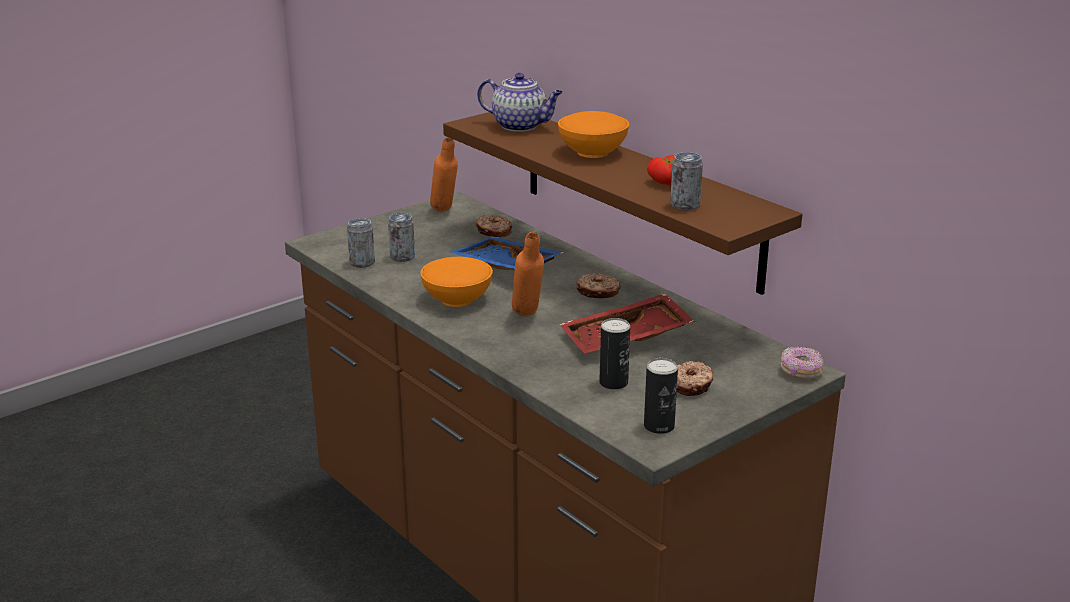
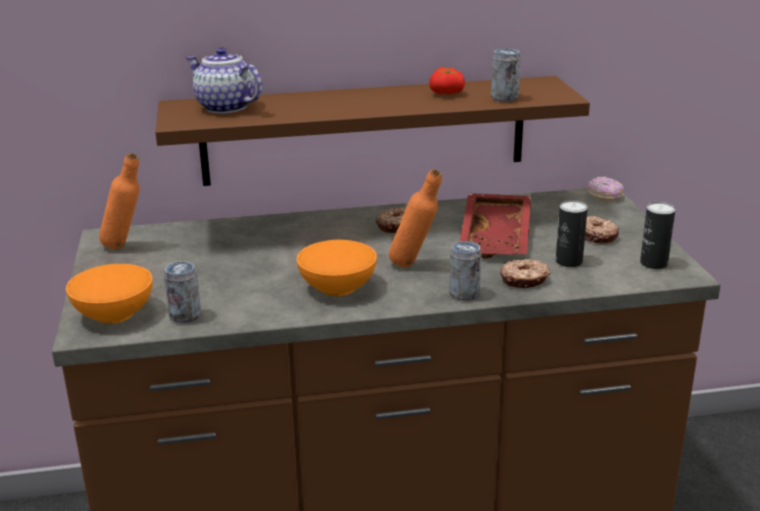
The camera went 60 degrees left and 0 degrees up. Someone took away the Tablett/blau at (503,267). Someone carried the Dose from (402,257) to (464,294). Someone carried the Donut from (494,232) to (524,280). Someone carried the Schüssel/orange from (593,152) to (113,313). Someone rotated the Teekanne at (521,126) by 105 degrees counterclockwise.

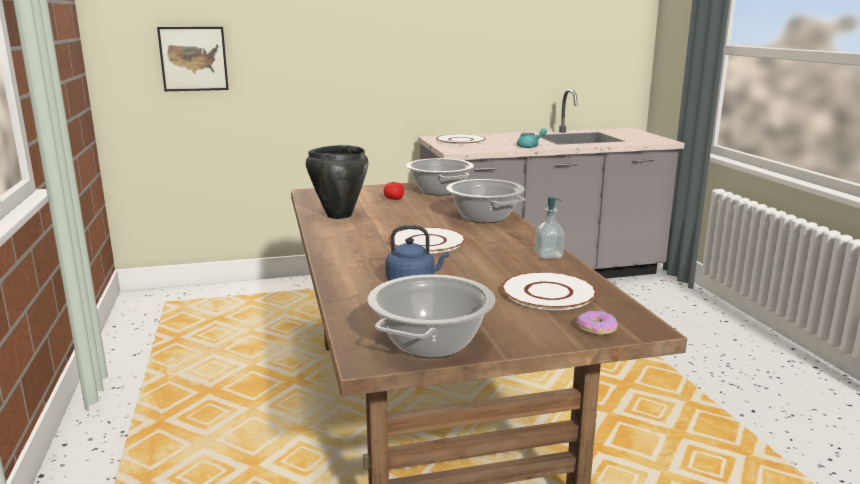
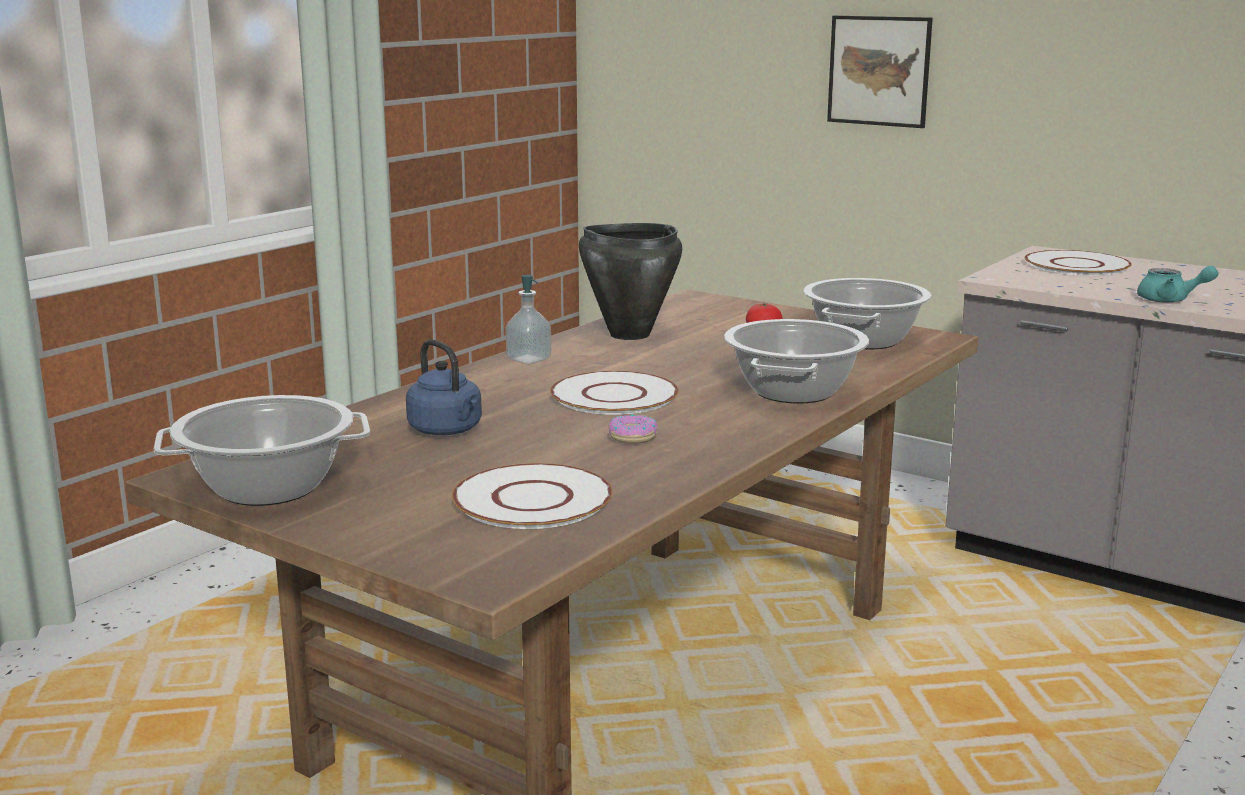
The camera went 50 degrees right and 0 degrees up. Someone carried the Bild from (193,59) to (879,71). Someone carried the Seifenspender from (548,255) to (528,359). Someone carried the Donut from (596,328) to (632,437).

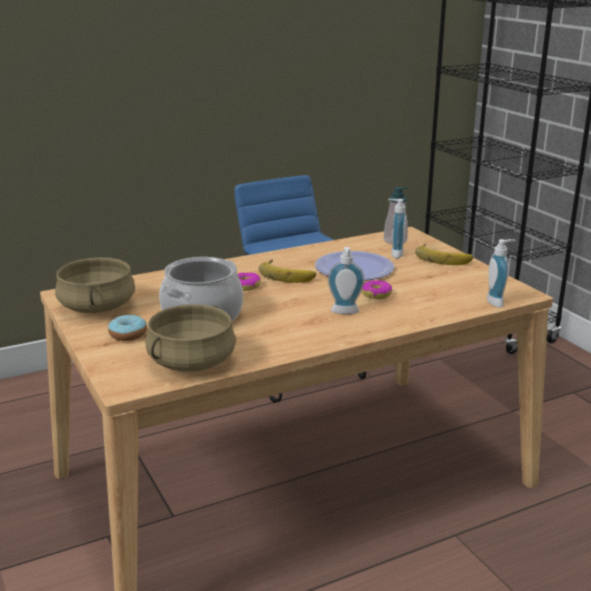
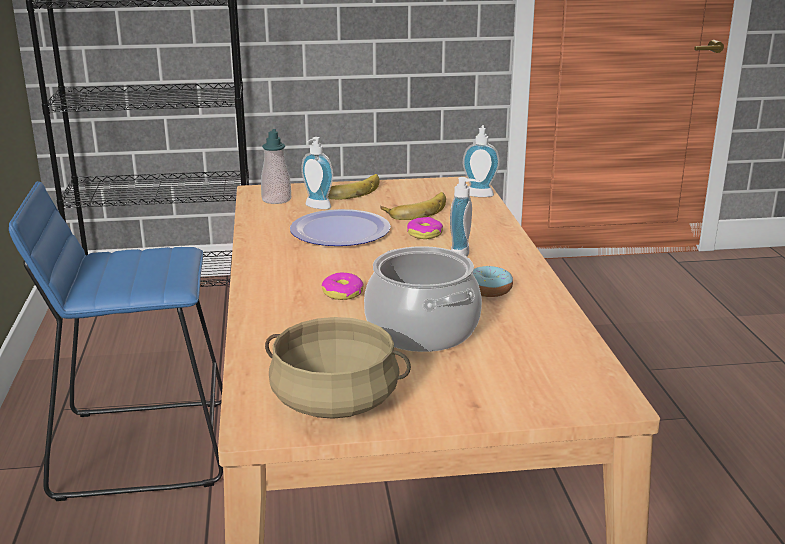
The camera went 70 degrees left and 0 degrees up. Someone took away the Kochtopf/beige at (191,362). Someone carried the Donut from (128,334) to (488,290). Someone carried the Banane from (288,274) to (415,210).

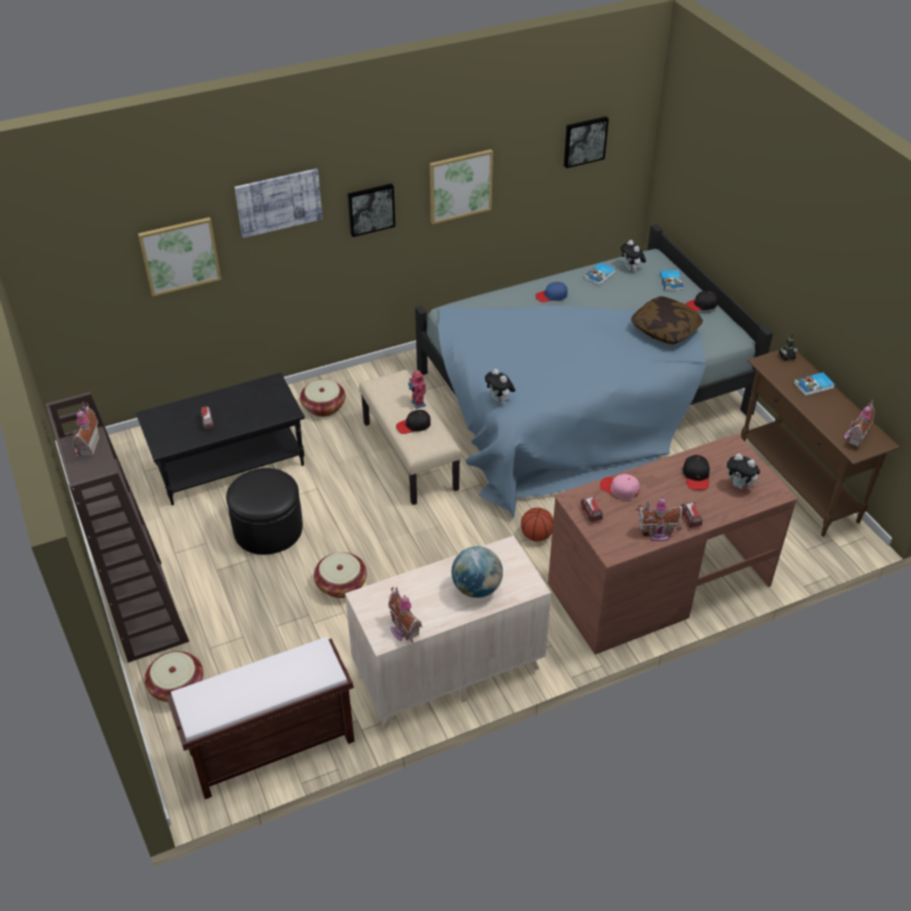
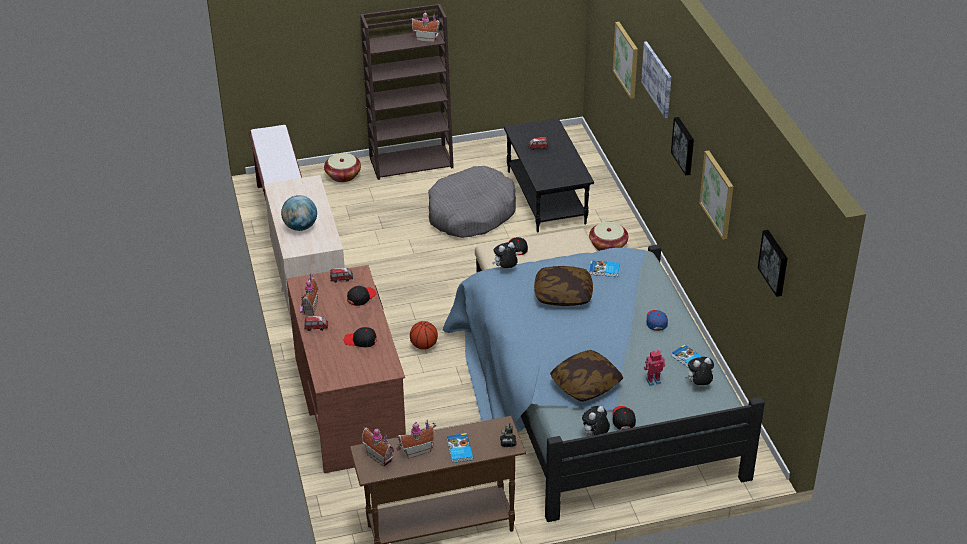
The camera went 100 degrees right and 5 degrees down. Someone took away the Korb at (341,584). Someone put down the Kissen at (563,295). Someone carried the Spielzeughaus from (403,630) to (416,450). Someone carried the Spielzeugroboter from (417,404) to (653,380). Someone carried the Buch from (672,282) to (604,270). Someone carried the Plüschtier from (740,485) to (595,435). Someone swapped the Polsterhocker/schwarz at (268,529) for the Hundebett/grau at (471,213). Someone repainted the Kappe/rosa at (619,489), which became the Kappe/schwarz at (361,297).

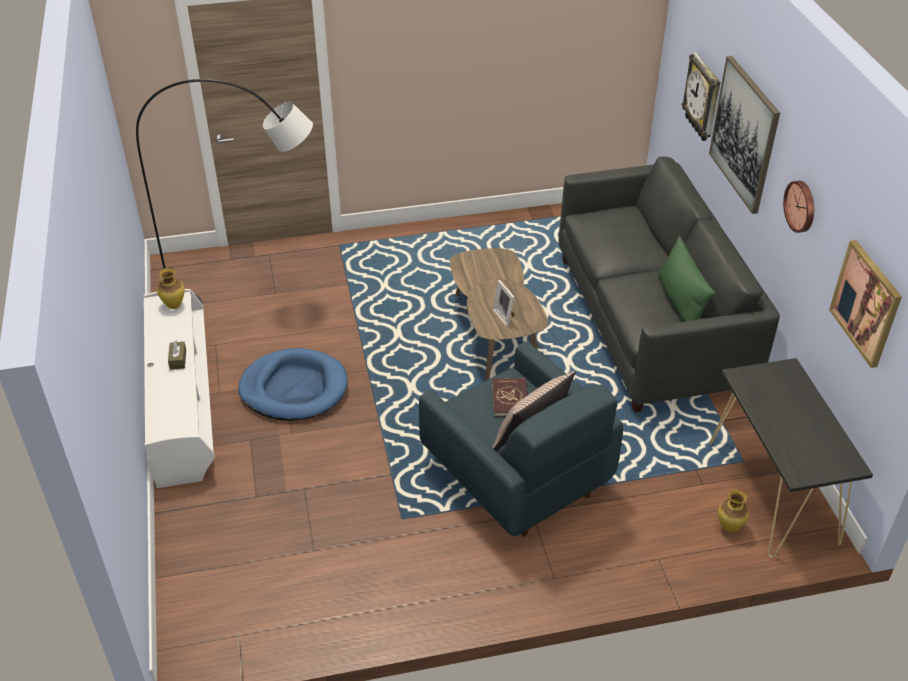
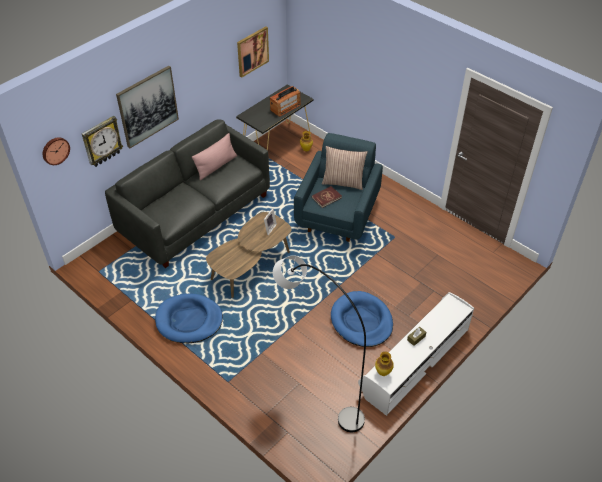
The camera went 125 degrees left and 5 degrees up. Someone put down the Hundebett/blau at (189,320). Someone put down the Radio at (285,107). Someone carried the Wanduhr from (801,206) to (55,150). Someone repainted the Kissen/grün at (680,302), which became the Kissen/rosa at (216,166).

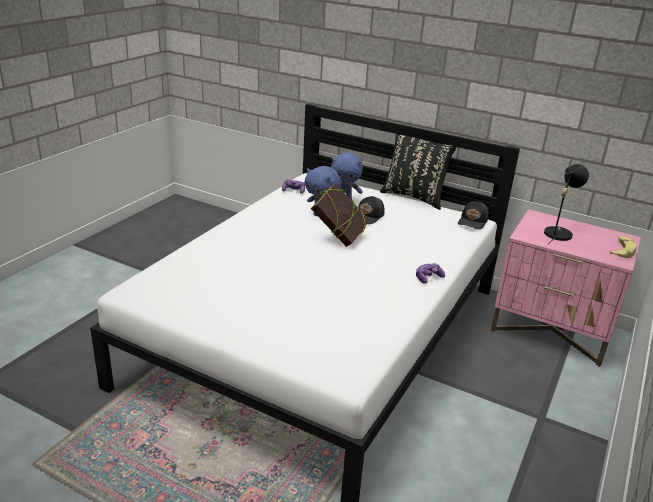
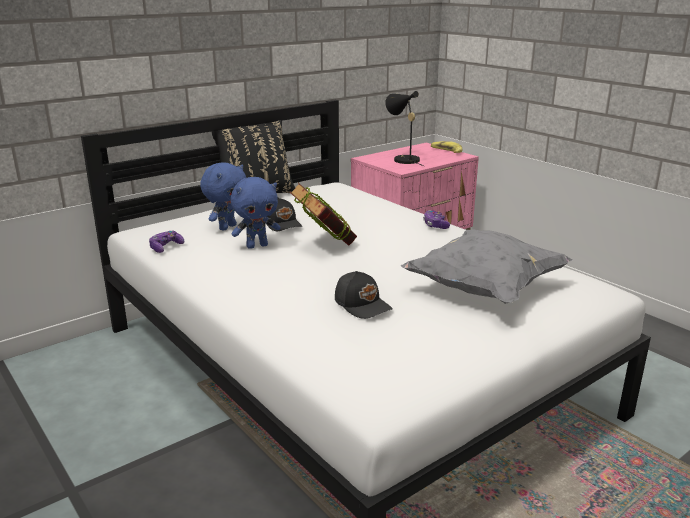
The camera went 65 degrees left and 5 degrees down. Someone put down the Kissen/grau at (484,289). Someone carried the Kappe/schwarz from (473,222) to (363,304).

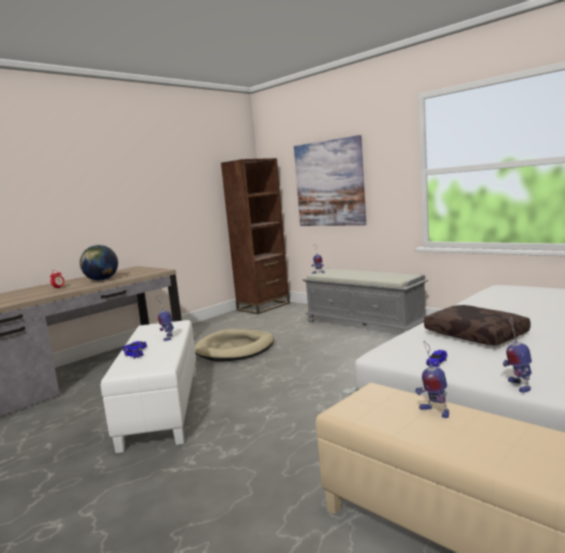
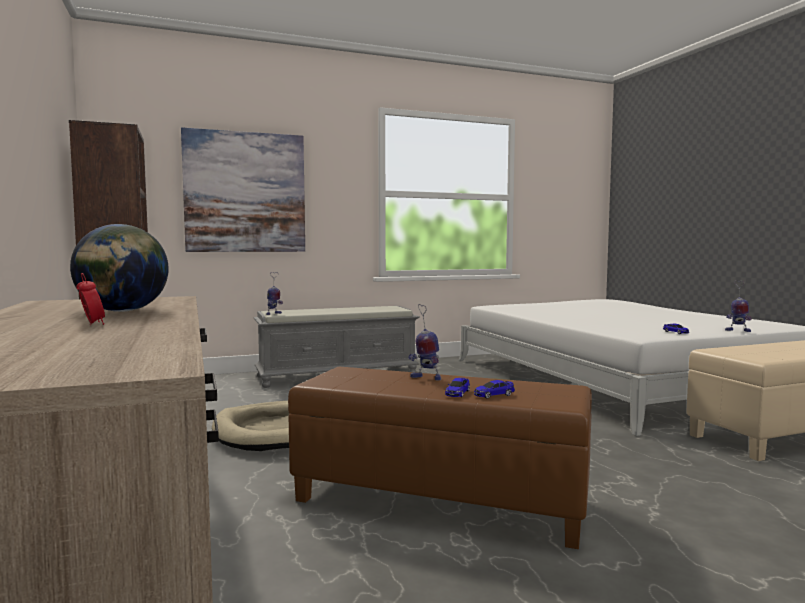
The camera went 65 degrees left and 5 degrees down. Someone took away the Spielzeugroboter at (434,411). Someone took away the Kissen/braun at (476,334). Someone repainted the Polsterhocker/weiß at (161,407), which became the Polsterhocker/braun at (438,501).

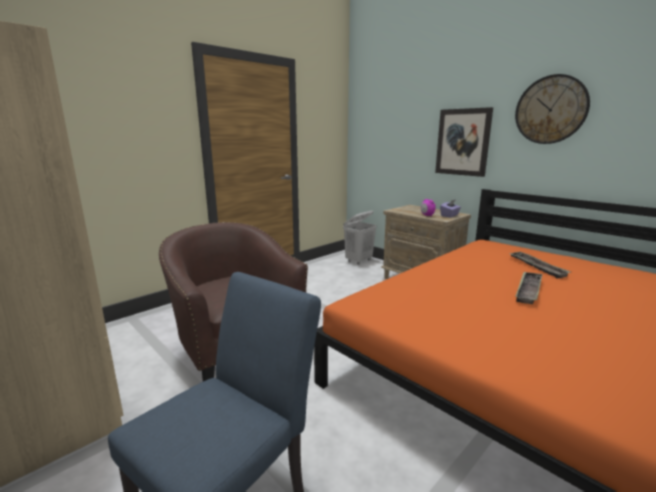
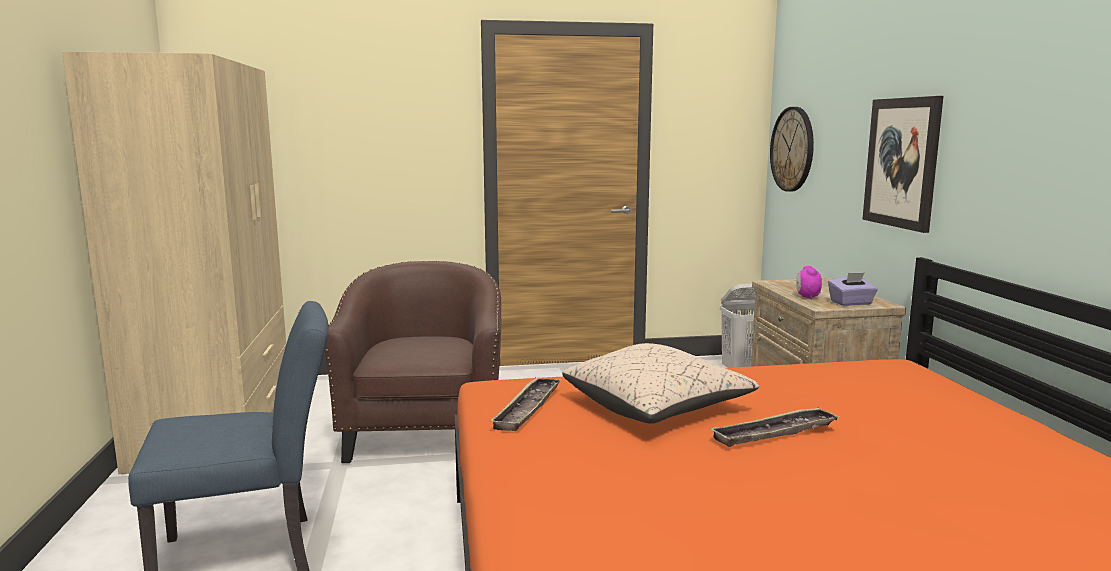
The camera went 35 degrees right and 5 degrees down. Someone put down the Kissen/beige at (657,407). Someone carried the Tablett from (537,267) to (527,409). Someone carried the Wanduhr from (550,110) to (792,149).

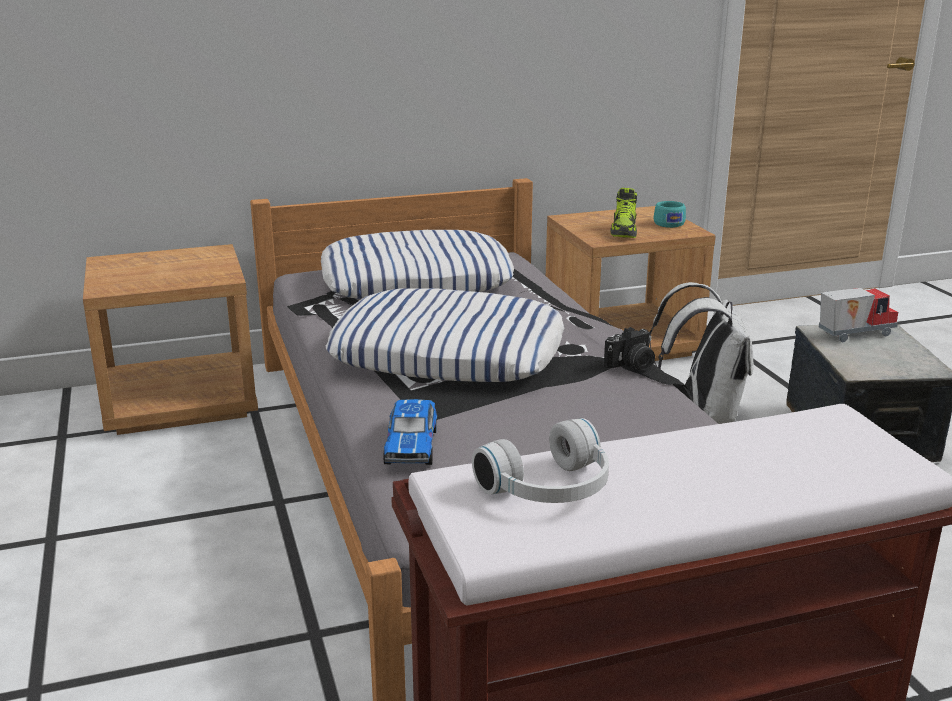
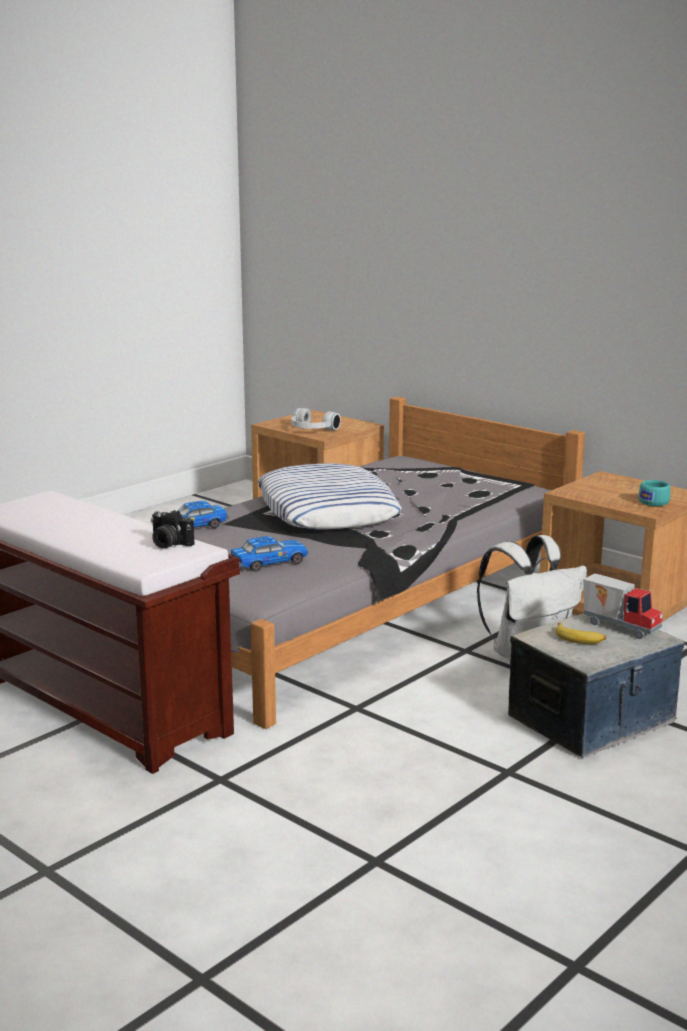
The camera went 60 degrees right and 5 degrees down. Someone took away the Kissen at (417,280). Someone took away the Schuh at (624,231). Someone put down the Spielzeugauto at (268,563). Someone put down the Banane at (579,638). Someone carried the Kopfhörer/weiß from (551,489) to (311,430). Someone carried the Kamera from (631,365) to (168,544).

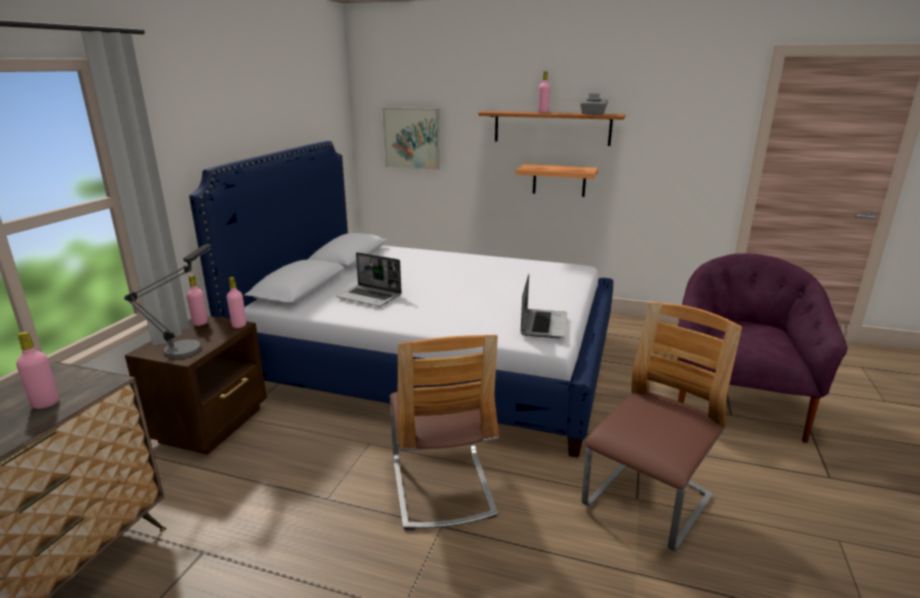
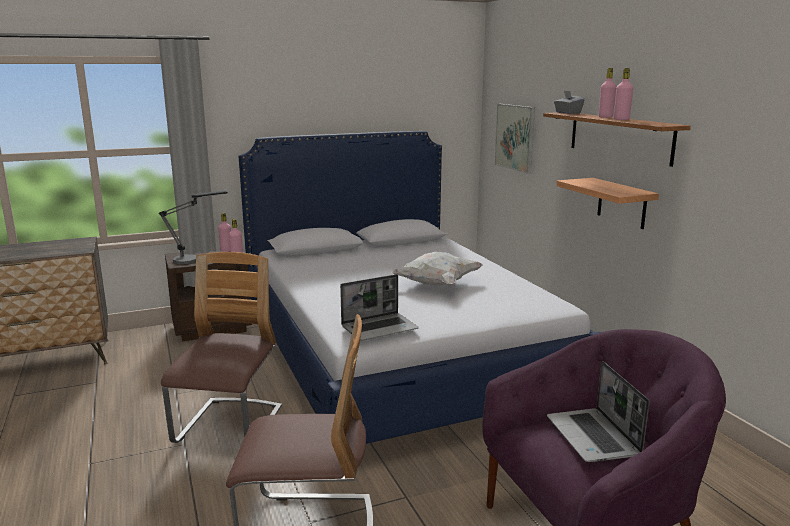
The camera went 50 degrees right and 5 degrees down. Someone put down the Kissen/weiß at (437,284). Someone carried the Flasche/rosa from (45,403) to (621,119). Someone carried the Laptop from (370,297) to (594,437). Someone carried the Taschentuchbox/grau from (592,114) to (567,113). Someone rotated the Stuhl at (442,487) by 150 degrees clockwise.

